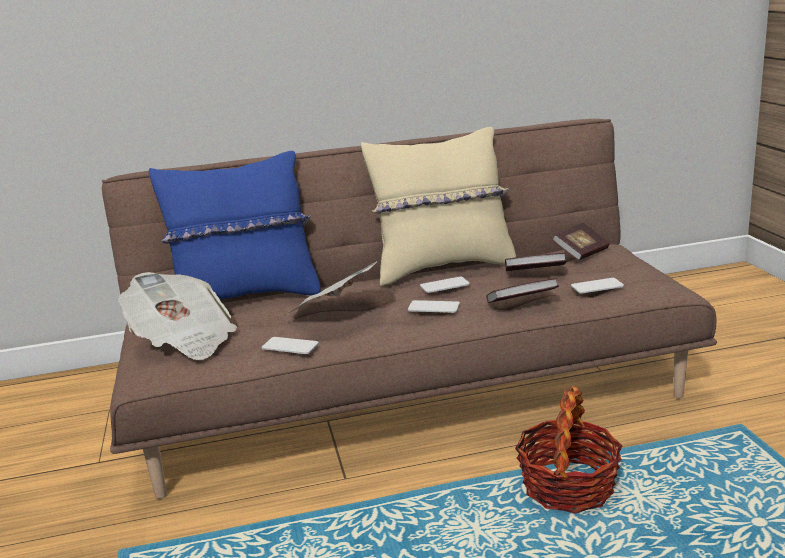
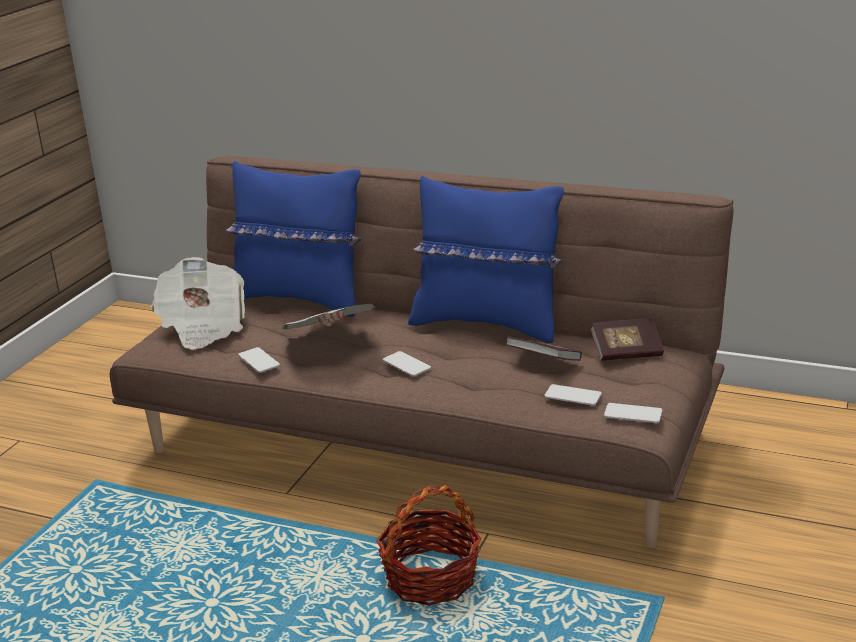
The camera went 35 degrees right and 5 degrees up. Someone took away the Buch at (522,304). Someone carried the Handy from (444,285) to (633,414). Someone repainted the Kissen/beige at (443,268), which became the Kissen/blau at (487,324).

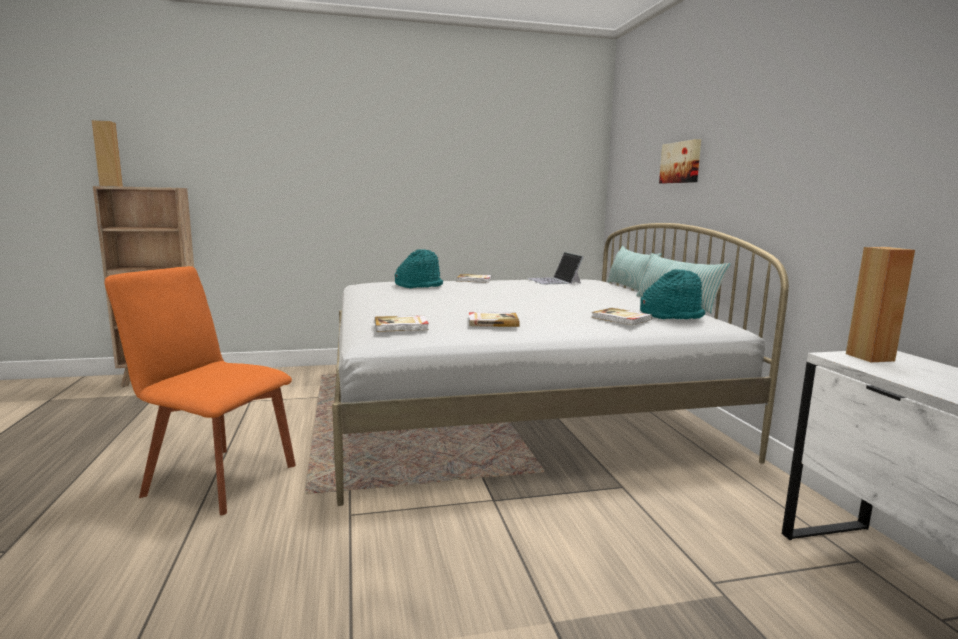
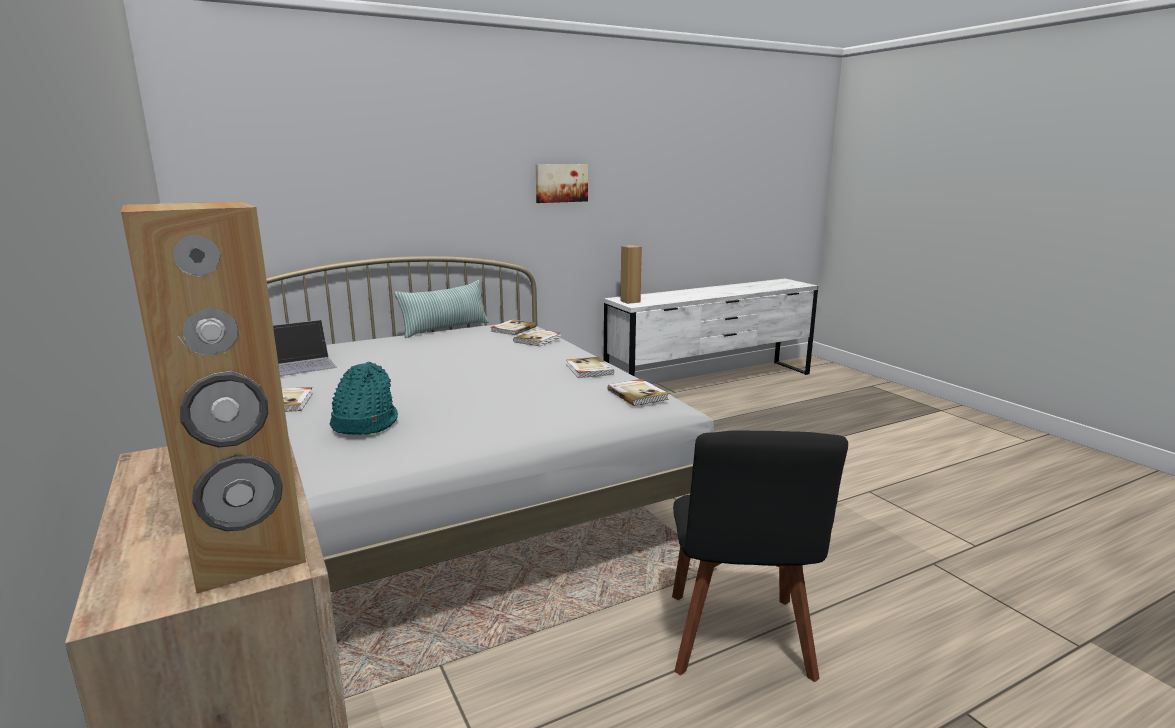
The camera went 105 degrees left and 5 degrees up. Someone took away the Kissen at (630,288). Someone carried the Bild from (681,162) to (561,183). Someone swapped the Hut/türkis at (671,315) for the Buch at (513,329). Someone repainted the Stuhl/orange at (216,478), which became the Stuhl/schwarz at (739,641).

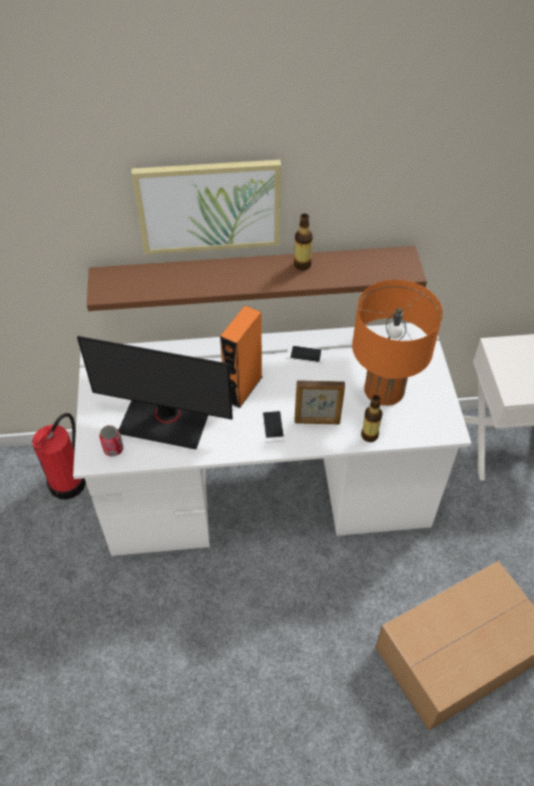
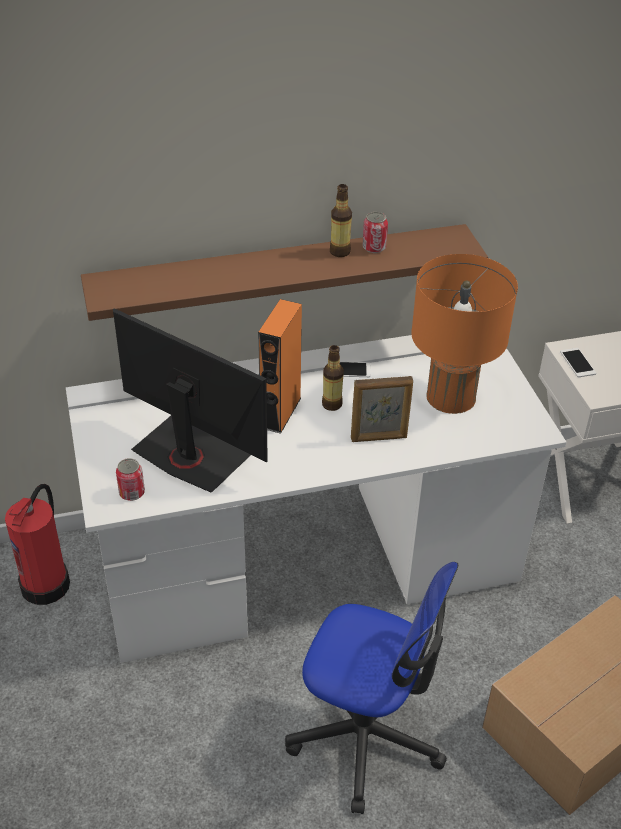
The camera went 10 degrees left and 10 degrees down. Someone took away the Bild at (209,206). Someone put down the Bürostuhl at (366,736). Someone put down the Dose at (374,247). Someone carried the Handy from (273,425) to (577,362). Someone carried the Flasche from (369,435) to (332,404). Someone rotated the Monitor at (166,419) by 150 degrees counterclockwise.

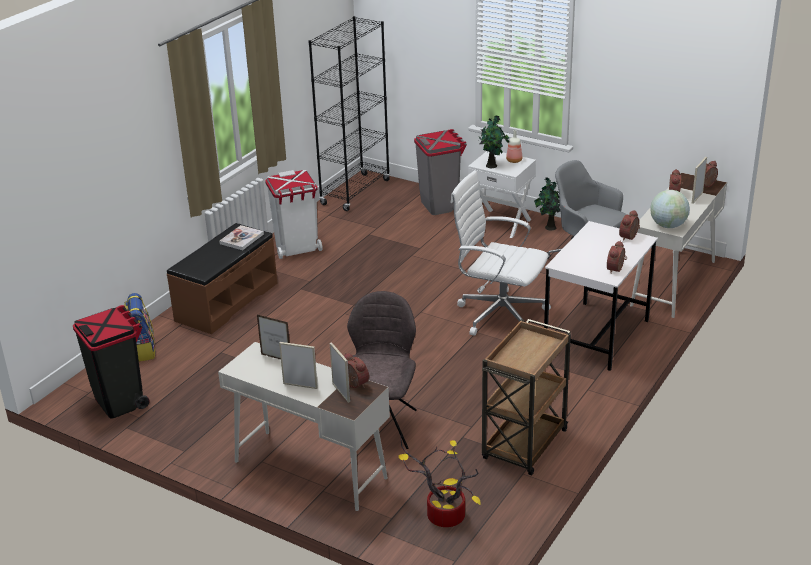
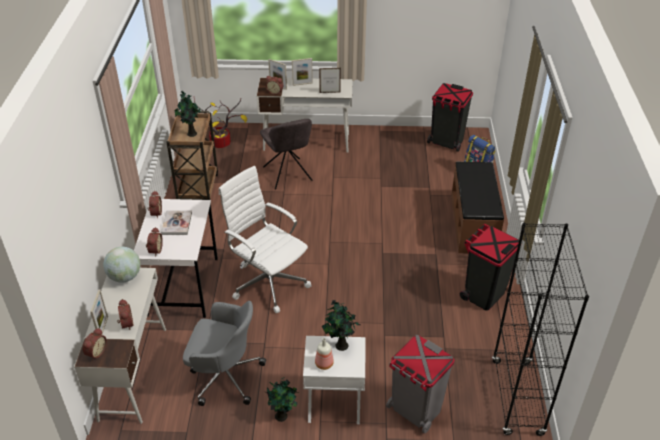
The camera went 150 degrees right and 10 degrees up. Someone put down the Topfpflanze at (191,133). Someone carried the Buch from (241,239) to (177,223). Someone repainted the Mülleimer/weiß at (297,249), which became the Mülleimer/schwarz at (483,294). Someone rotated the Bürostuhl/weiß at (499,314) by 135 degrees counterclockwise.

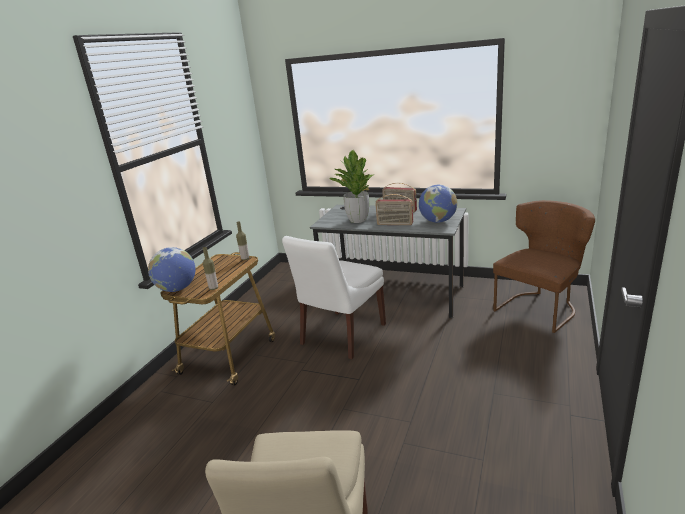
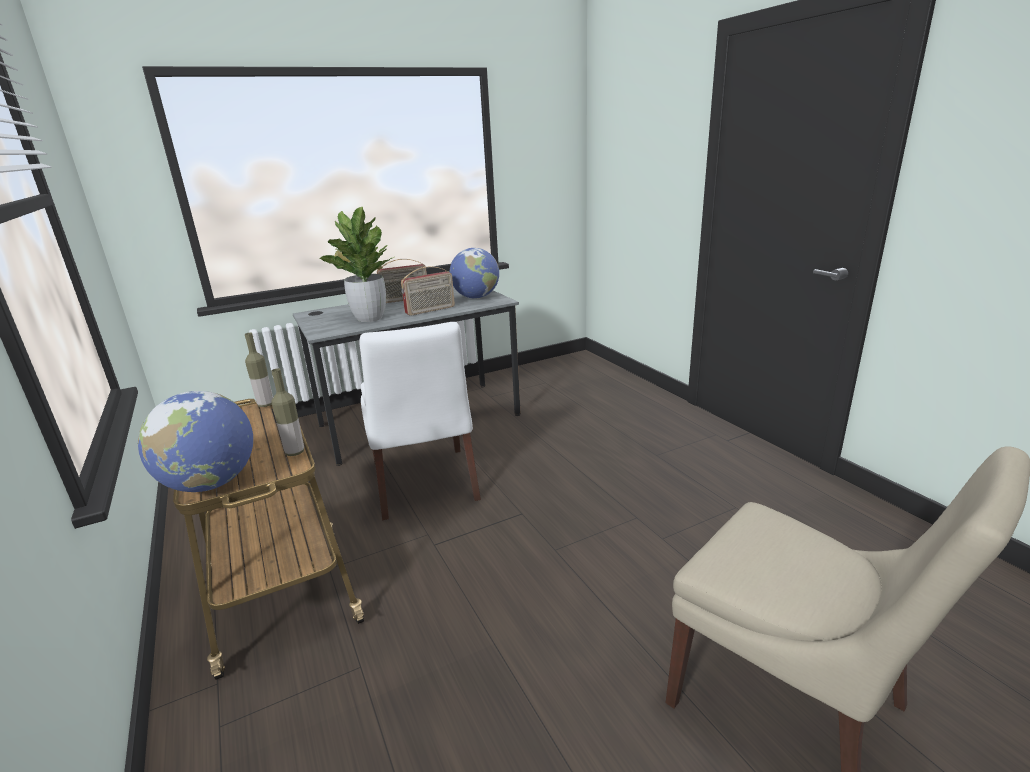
The camera went 50 degrees left and 0 degrees up. Someone took away the Stuhl/braun at (540,307).

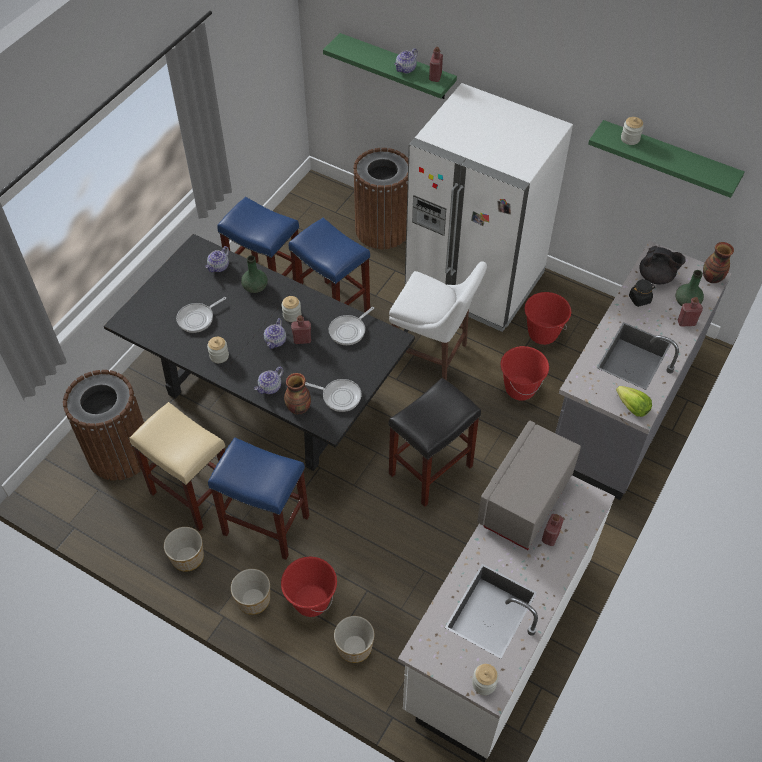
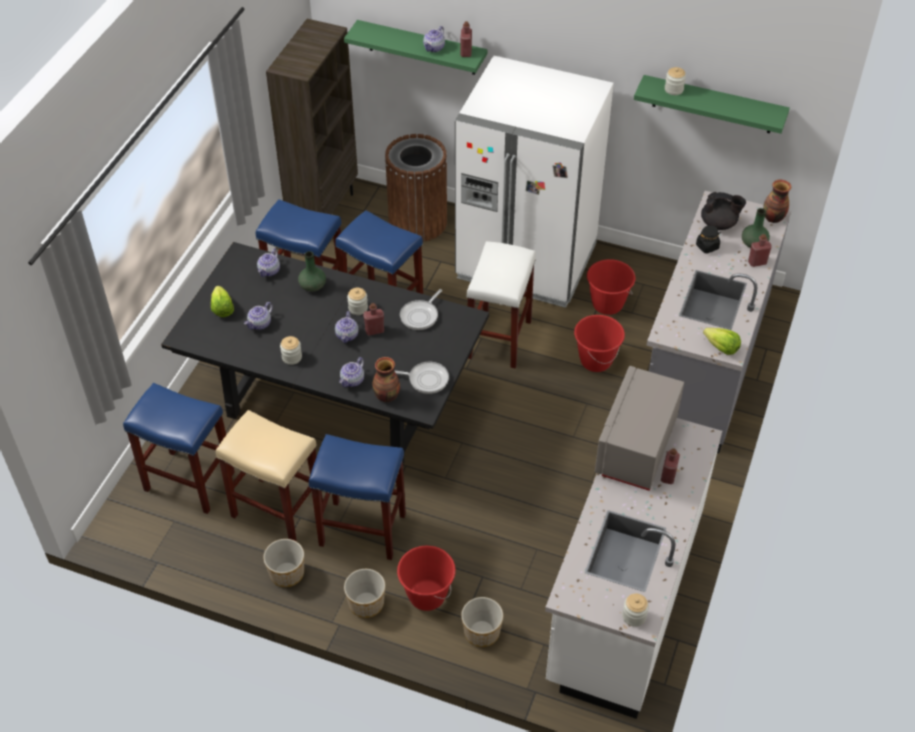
The camera went 10 degrees left and 5 degrees down. Someone took away the Hocker/schwarz at (430,471). Someone put down the Salatkopf at (222,309). Someone put down the Bücherregal/braun at (323,211). Someone swapped the Mülleimer/braun at (119,453) for the Hocker/blau at (188,481). Someone swapped the Pfanne at (198,318) for the Teekanne at (260,324). Someone swapped the Stuhl/weiß at (433,355) for the Hocker/weiß at (499,340).

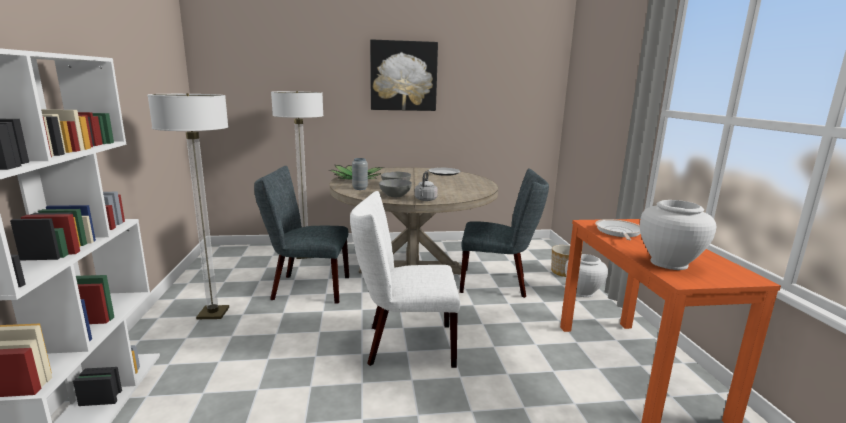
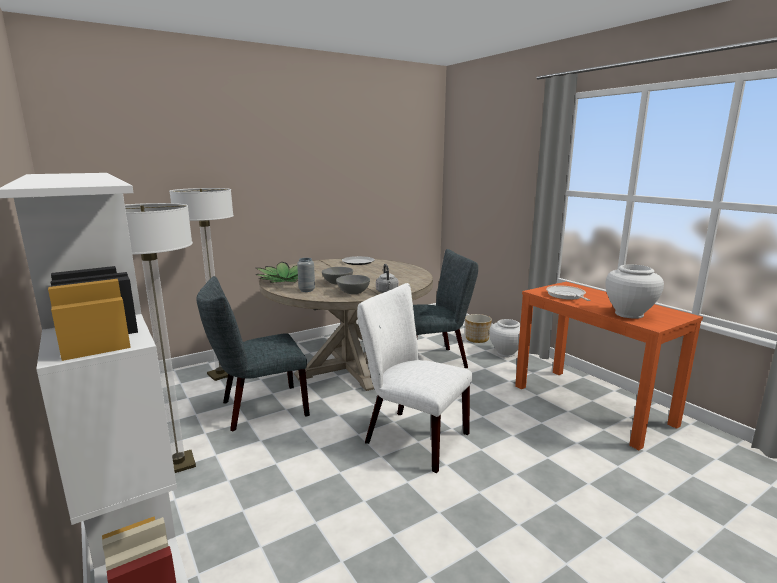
The camera went 25 degrees left and 0 degrees up. Someone took away the Bild at (403,76). Someone rotated the Stuhl/weiß at (404,345) by 60 degrees clockwise.

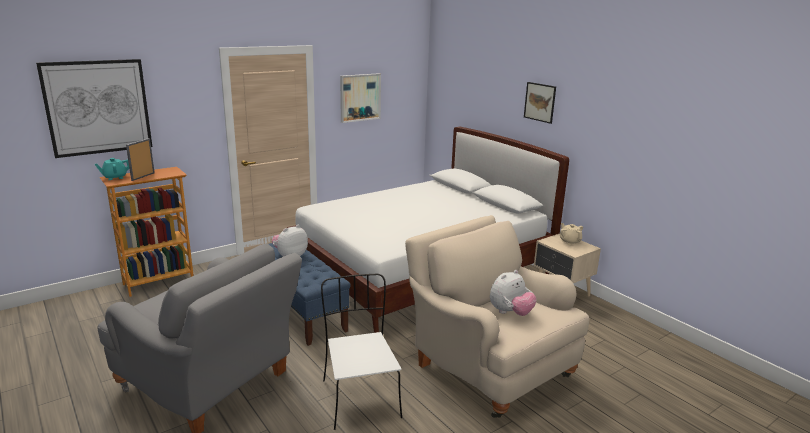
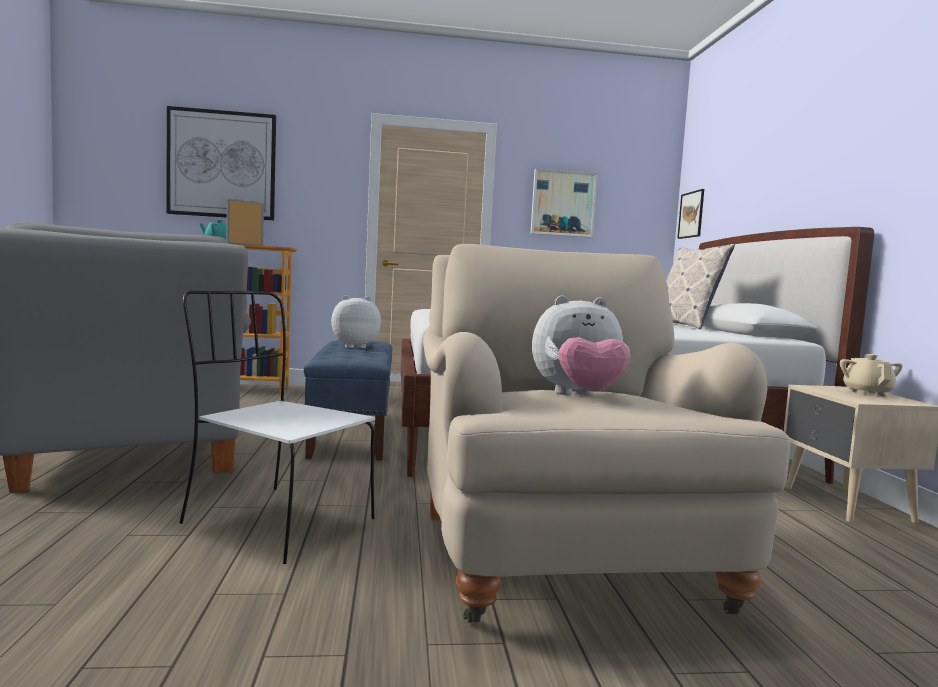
The camera went 30 degrees right and 15 degrees down. Someone put down the Kissen at (685,326). Someone carried the Bild from (540,102) to (691,214). Someone rotated the Stuhl/weiß at (360,397) by 75 degrees counterclockwise.

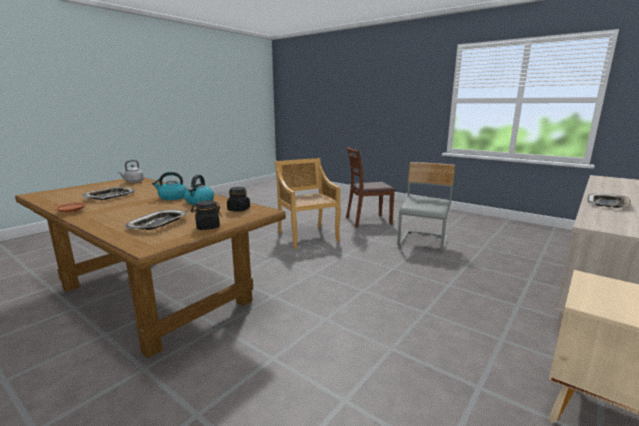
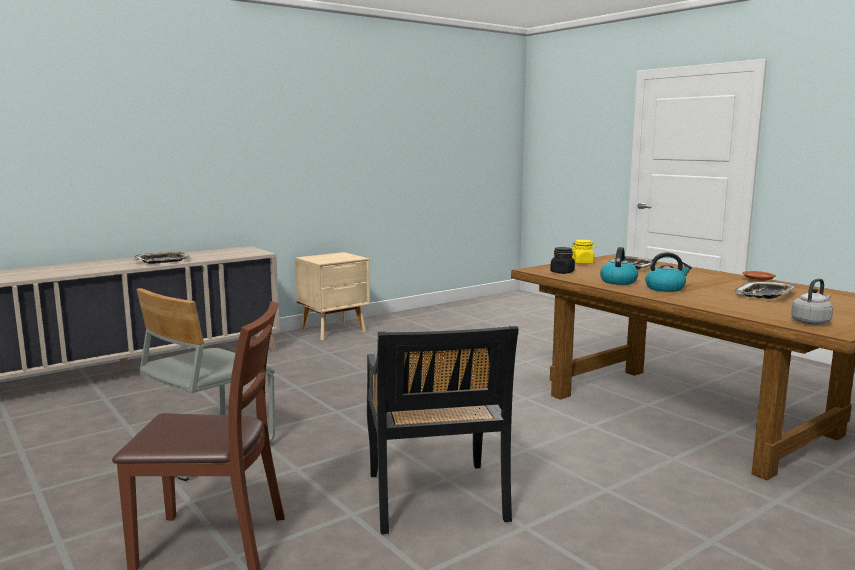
The camera went 165 degrees left and 5 degrees down. Someone repainted the Vorratsglas/schwarz at (207,227), which became the Vorratsglas/gelb at (582,263). Someone repainted the Stuhl/beige at (307,236), which became the Stuhl/schwarz at (436,499).

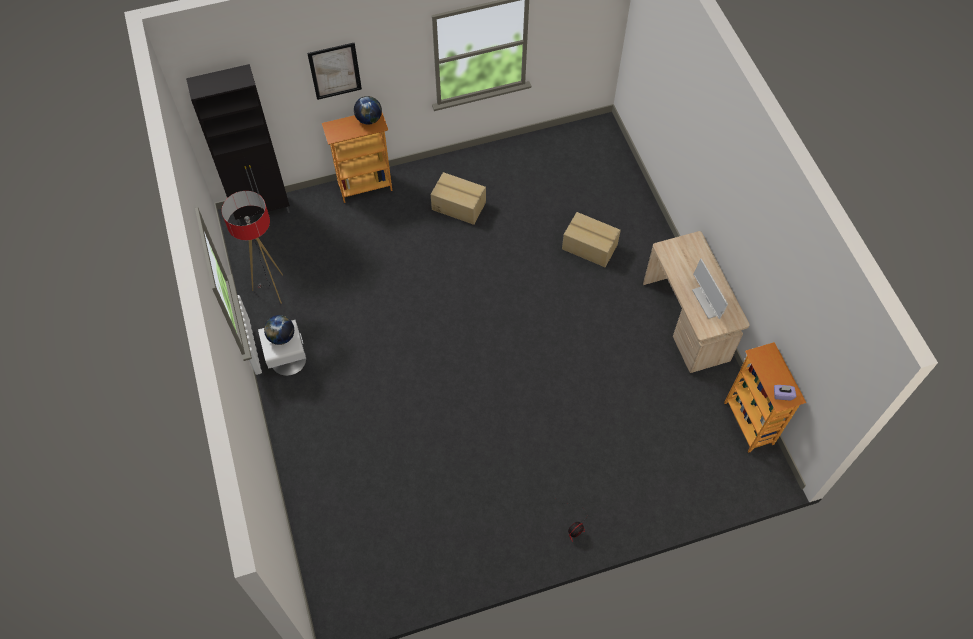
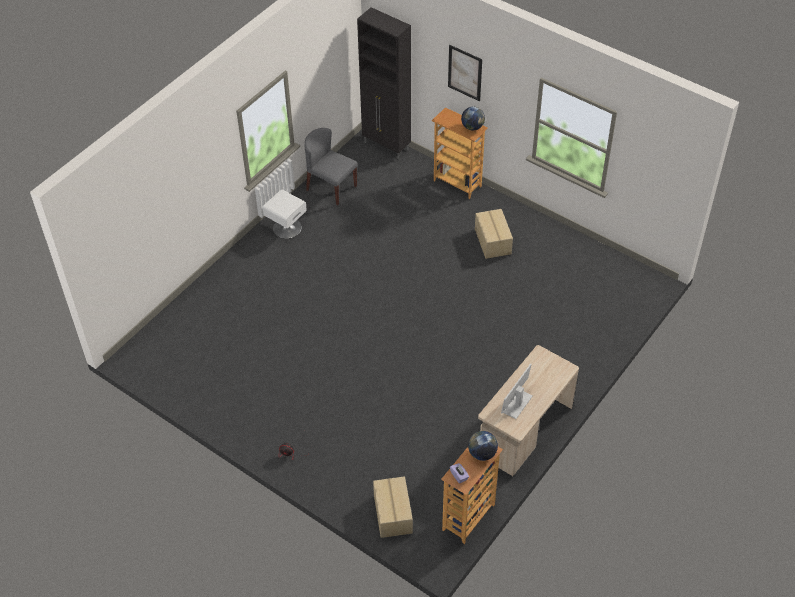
The camera went 55 degrees right and 10 degrees down. Someone carried the Globus from (281,337) to (482,453). Someone carried the Karton from (589,247) to (392,514). Someone swapped the Stehlampe at (272,289) for the Stuhl/grau at (331,188).

